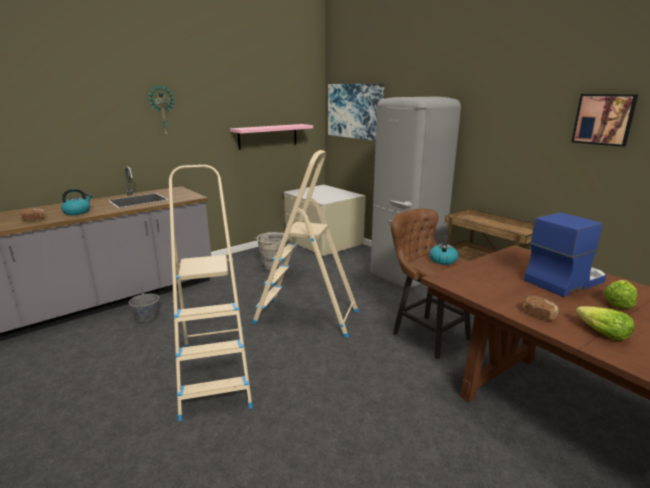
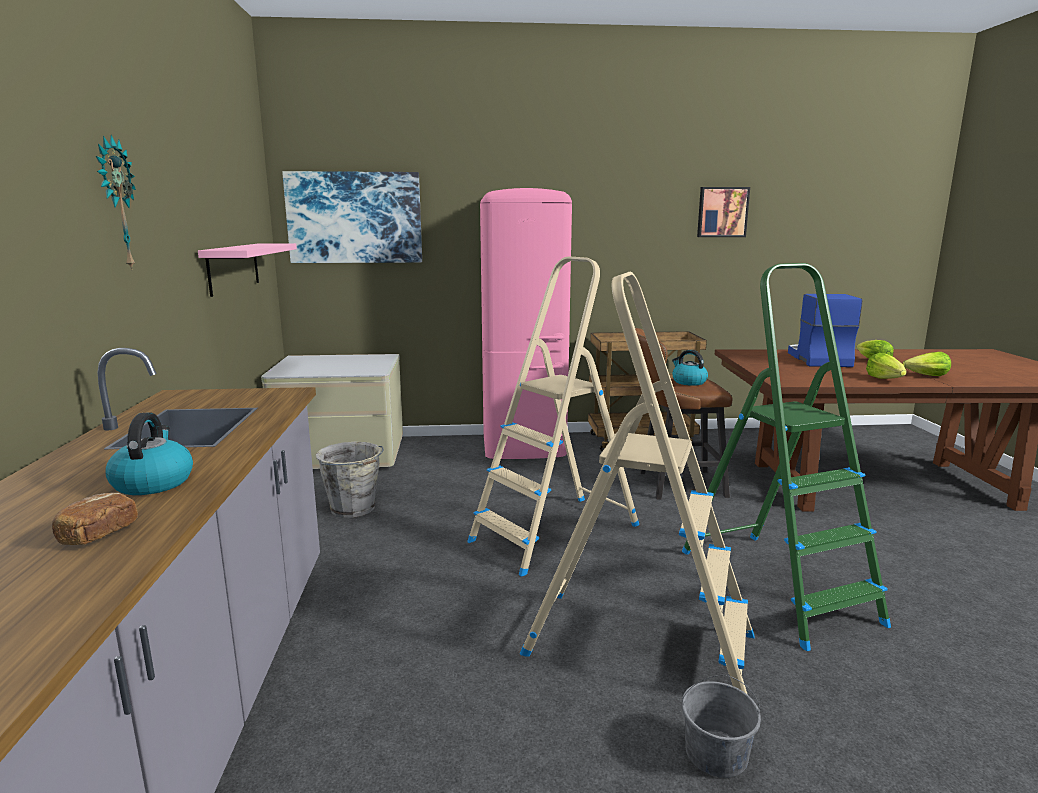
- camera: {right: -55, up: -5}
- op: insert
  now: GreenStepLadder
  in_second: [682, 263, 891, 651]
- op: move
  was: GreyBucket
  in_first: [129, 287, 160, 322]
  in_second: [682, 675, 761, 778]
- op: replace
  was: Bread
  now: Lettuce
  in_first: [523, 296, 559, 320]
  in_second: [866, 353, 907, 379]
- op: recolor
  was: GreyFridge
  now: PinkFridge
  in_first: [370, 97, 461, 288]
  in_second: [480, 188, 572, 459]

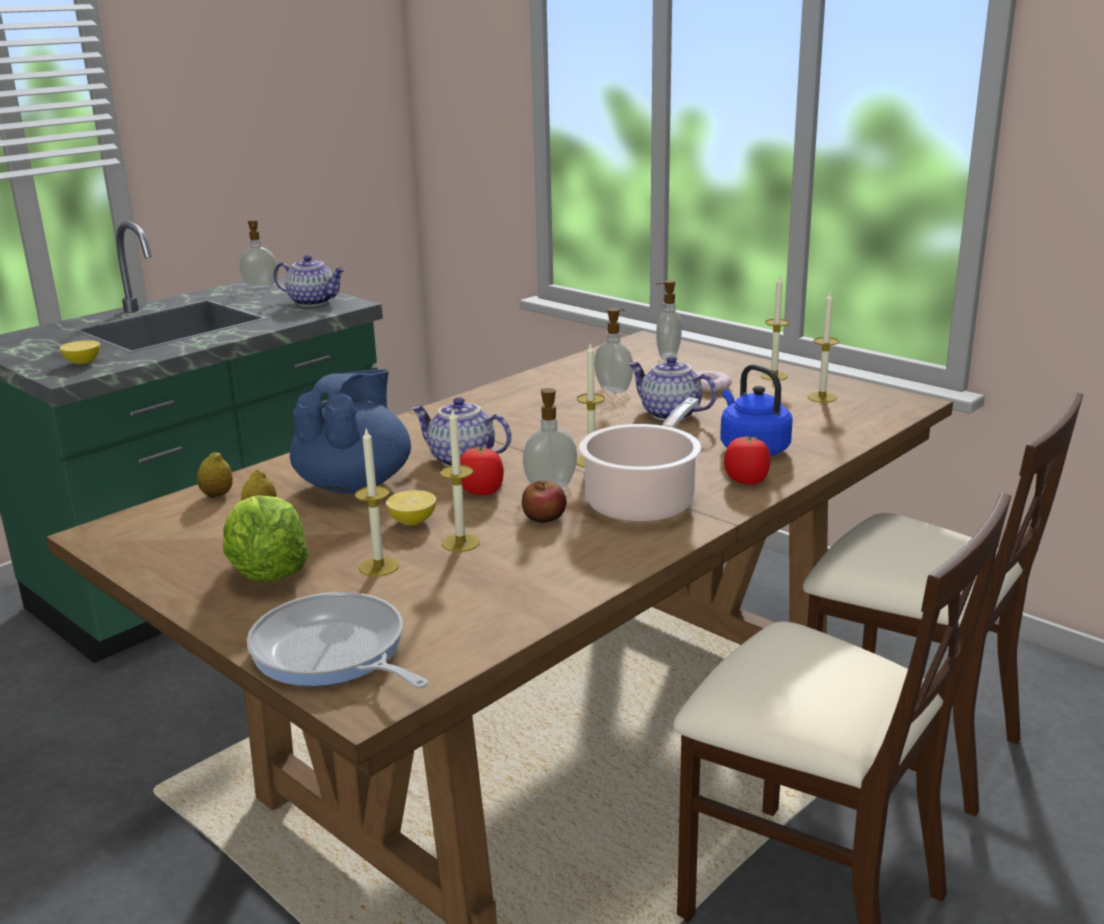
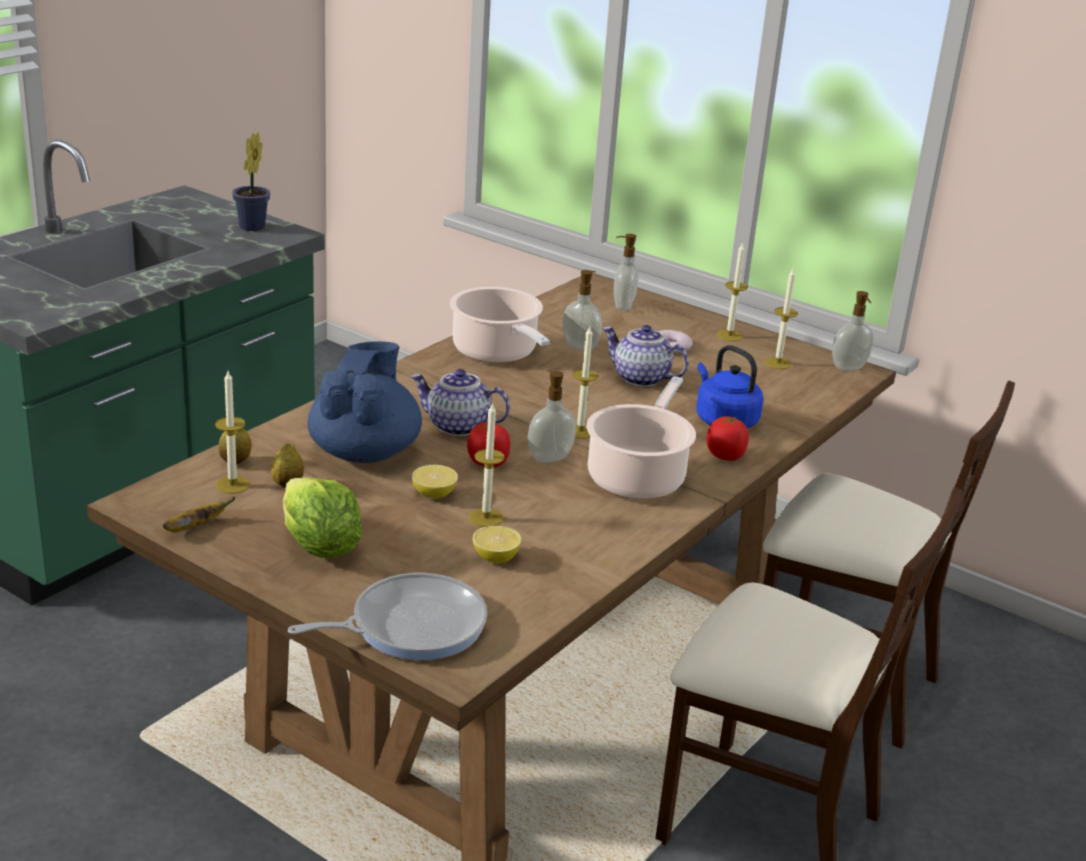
- camera: {right: -10, up: 5}
- op: delete
  was: Apple
  in_first: [522, 481, 567, 523]
- op: insert
  now: Banana
  in_second: [163, 497, 235, 532]
- op: insert
  now: CookingPot
  in_second: [450, 287, 550, 363]
- op: move
  was: Lemon
  in_first: [60, 340, 100, 364]
  in_second: [473, 526, 522, 563]
- op: move
  was: SoapDispenser
  in_first: [240, 220, 277, 288]
  in_second: [832, 291, 874, 370]
- op: move
  was: Candle
  in_first: [355, 429, 399, 576]
  in_second: [215, 371, 250, 494]
- op: replace
  was: Teapot
  now: PottedPlant
  in_first: [274, 255, 345, 307]
  in_second: [232, 132, 270, 231]
- op: rotate
  was: FryingPan
  in_first: [247, 592, 428, 689]
  in_second: [288, 573, 487, 660]
  clockwise: 120

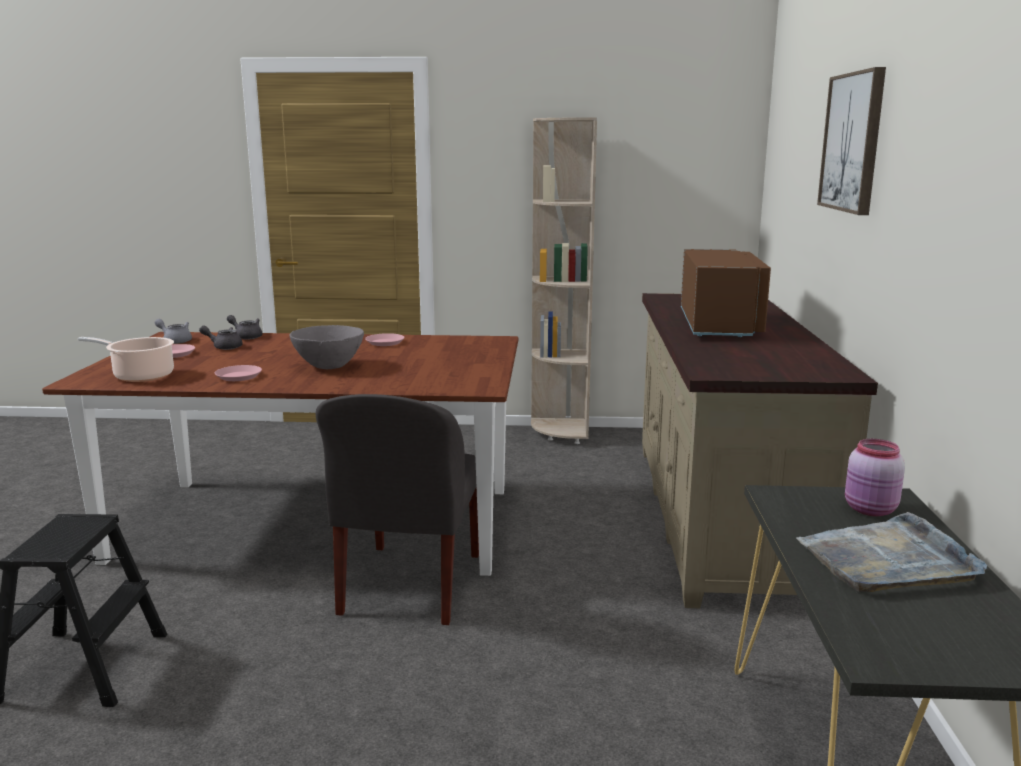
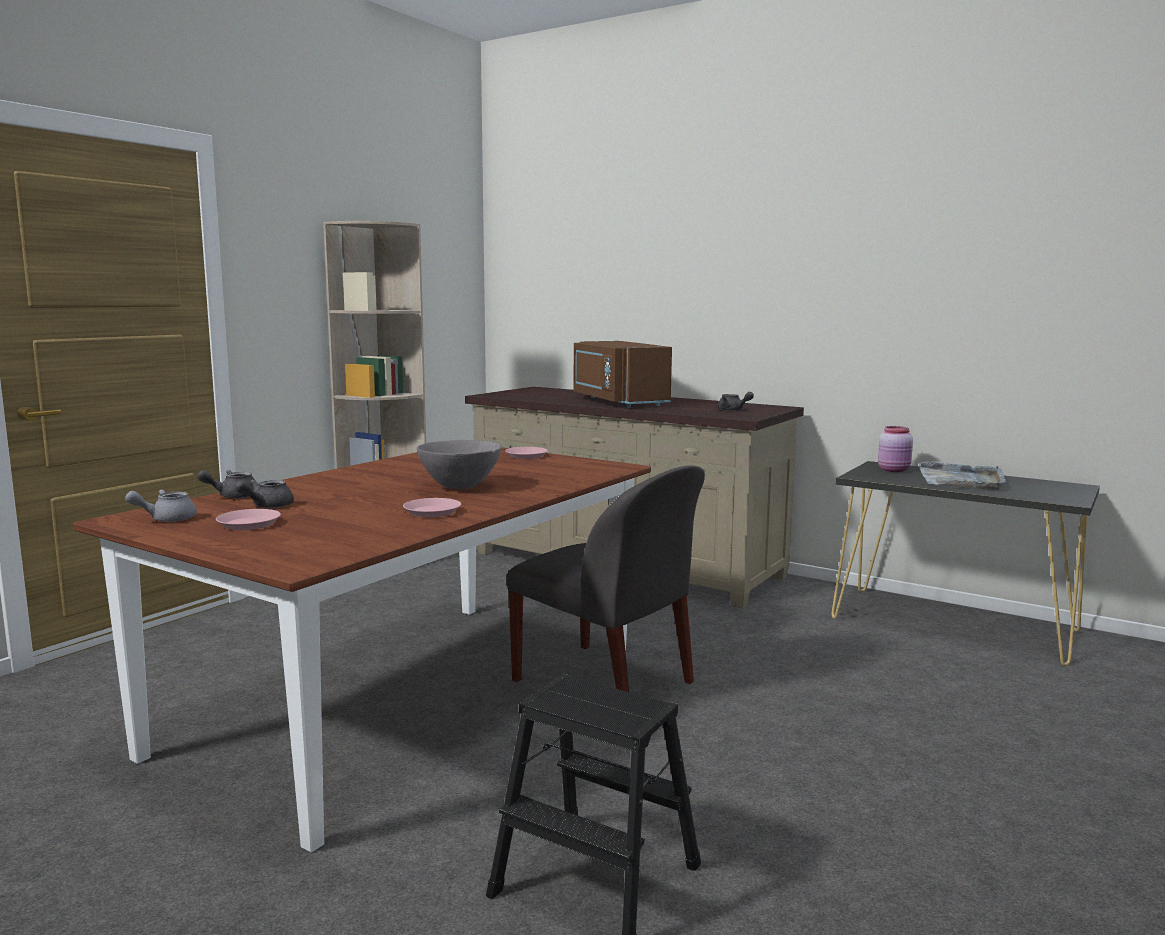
- camera: {right: -60, up: -5}
- op: delete
  was: CookingPot
  in_first: [78, 337, 174, 382]
- op: delete
  was: Picture
  in_first: [817, 67, 886, 215]
- op: insert
  now: GreyTeapot
  in_second: [717, 392, 754, 411]
- op: move
  was: PinkPlate
  in_first: [365, 333, 405, 346]
  in_second: [505, 447, 548, 459]
- op: rotate
  was: BrownMicrowave
  in_first: [681, 249, 771, 337]
  in_second: [574, 341, 672, 407]
  clockwise: -150

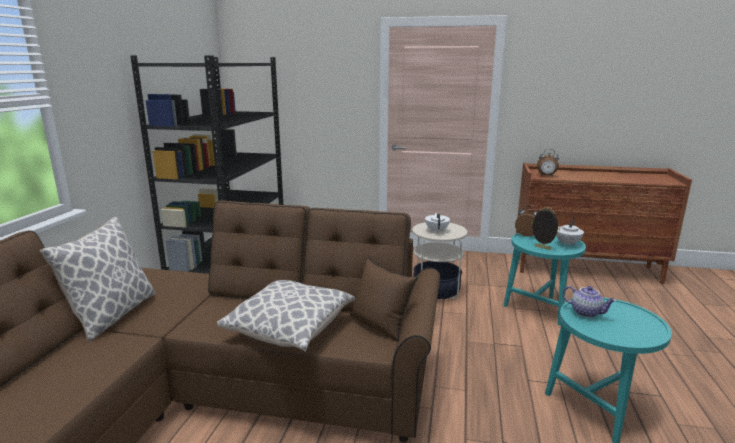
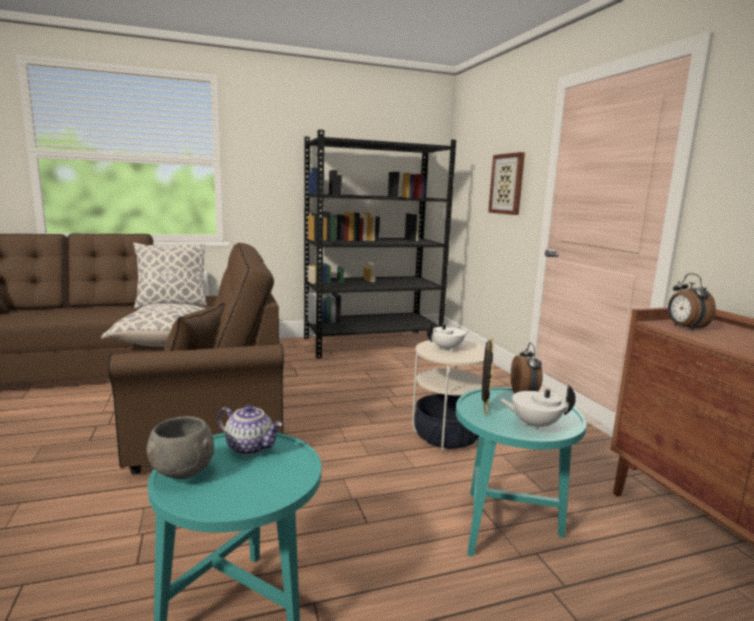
- camera: {right: 60, up: -5}
- op: insert
  now: GreyBowl
  in_second: [147, 416, 214, 479]
- op: insert
  now: Picture
  in_second: [488, 152, 525, 215]
- op: rotate
  was: Teapot
  in_first: [563, 286, 616, 317]
  in_second: [217, 405, 282, 455]
  clockwise: -75

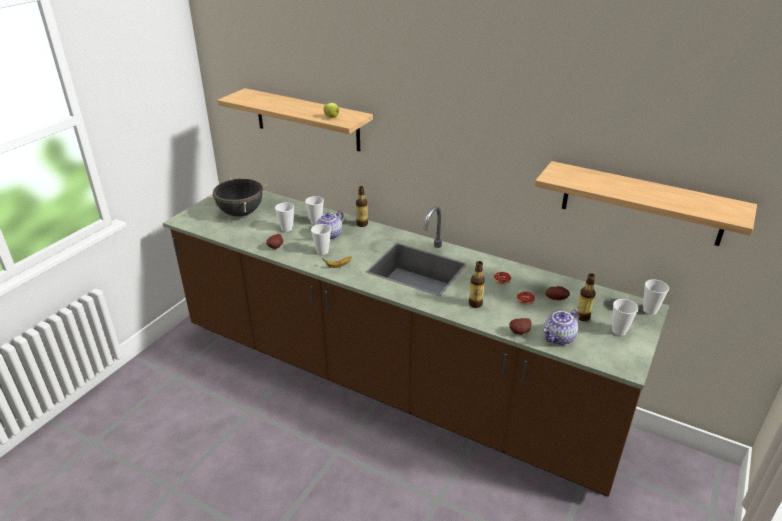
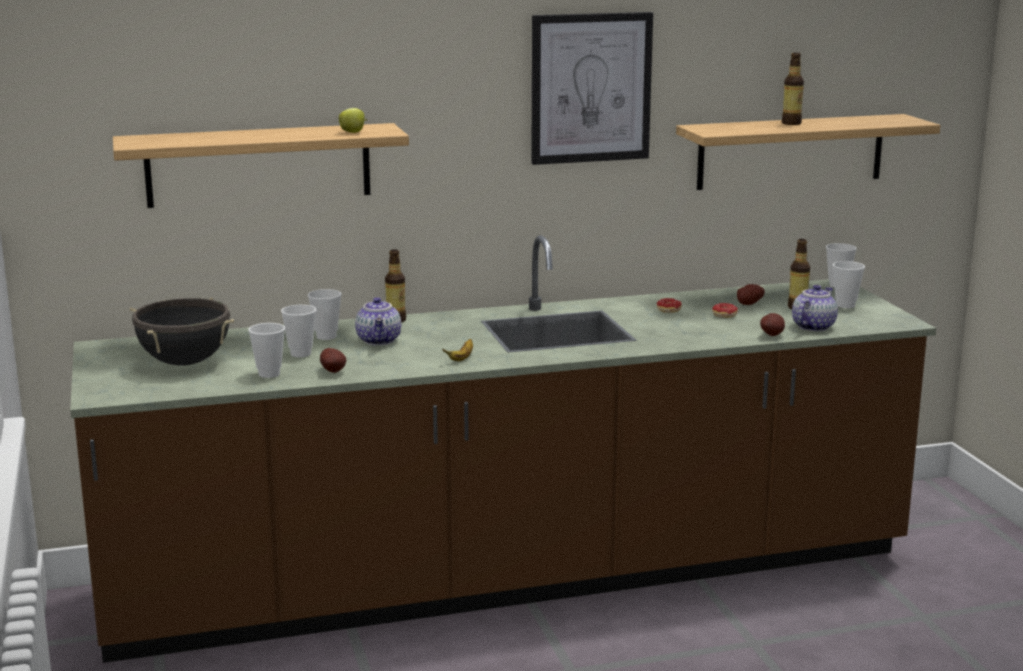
- camera: {right: -45, up: -15}
- op: insert
  now: Picture
  in_second: [531, 12, 653, 165]
- op: move
  was: Cup
  in_first: [311, 224, 331, 255]
  in_second: [248, 323, 285, 378]
- op: move
  was: Bottle
  in_first: [469, 261, 485, 308]
  in_second: [782, 53, 804, 125]
- op: rotate
  was: Teapot
  in_first: [544, 309, 579, 345]
  in_second: [792, 285, 838, 331]
  clockwise: -150

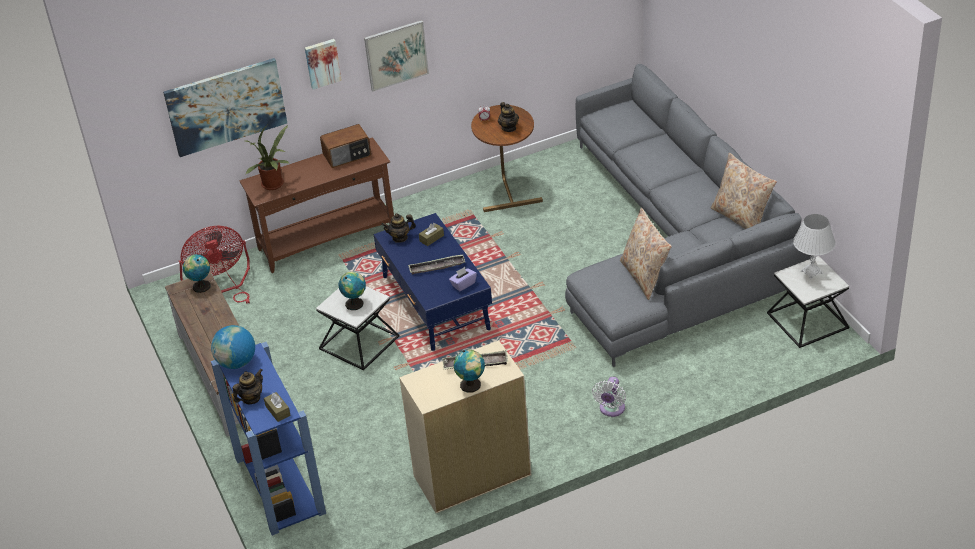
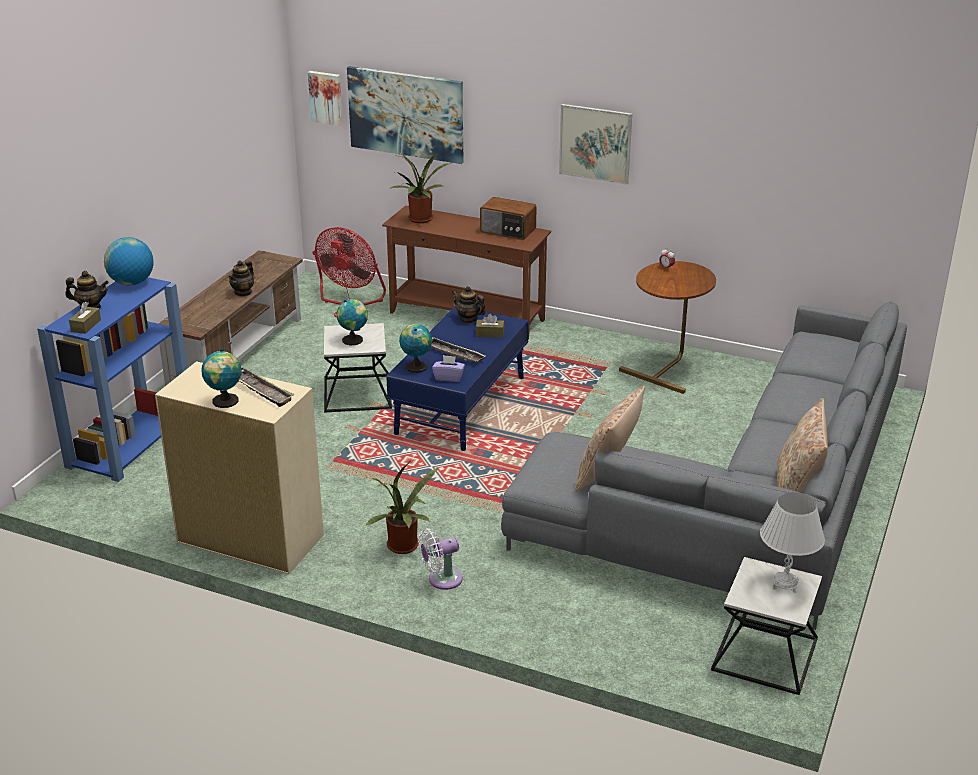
- camera: {right: 45, up: -10}
- op: insert
  now: PottedPlant
  in_second: [365, 462, 440, 554]
- op: move
  was: Globe
  in_first: [183, 254, 210, 293]
  in_second: [399, 324, 432, 373]
- op: move
  was: Picture
  in_first: [305, 39, 342, 89]
  in_second: [308, 71, 343, 126]
- op: move
  was: Teapot
  in_first: [498, 102, 519, 132]
  in_second: [229, 260, 254, 297]

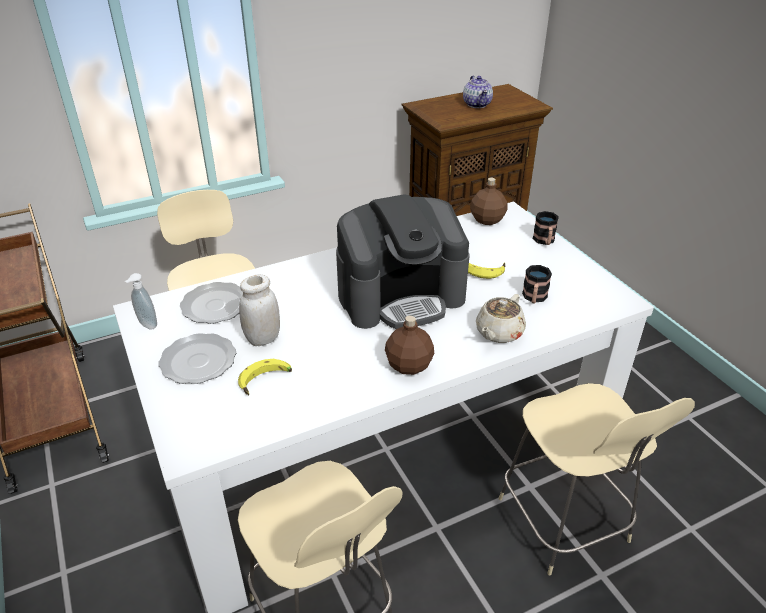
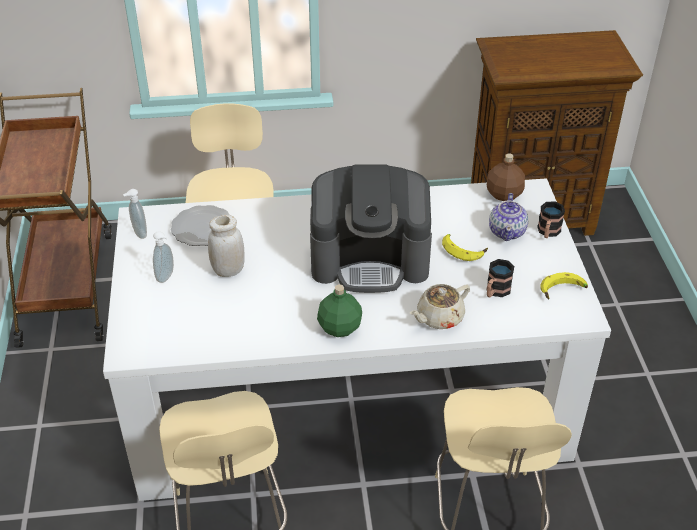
- camera: {right: 20, up: 5}
- op: move
  was: Banana
  in_first: [238, 359, 292, 395]
  in_second: [541, 272, 588, 300]
- op: move
  was: Teapot
  in_first: [463, 75, 493, 108]
  in_second: [489, 193, 528, 241]
- op: replace
  was: Plate
  now: SoapDispenser
  in_first: [158, 333, 236, 384]
  in_second: [153, 231, 174, 283]
- op: recolor
  was: BrownBottle
  now: GreenBottle
  in_first: [385, 315, 434, 375]
  in_second: [317, 284, 362, 337]

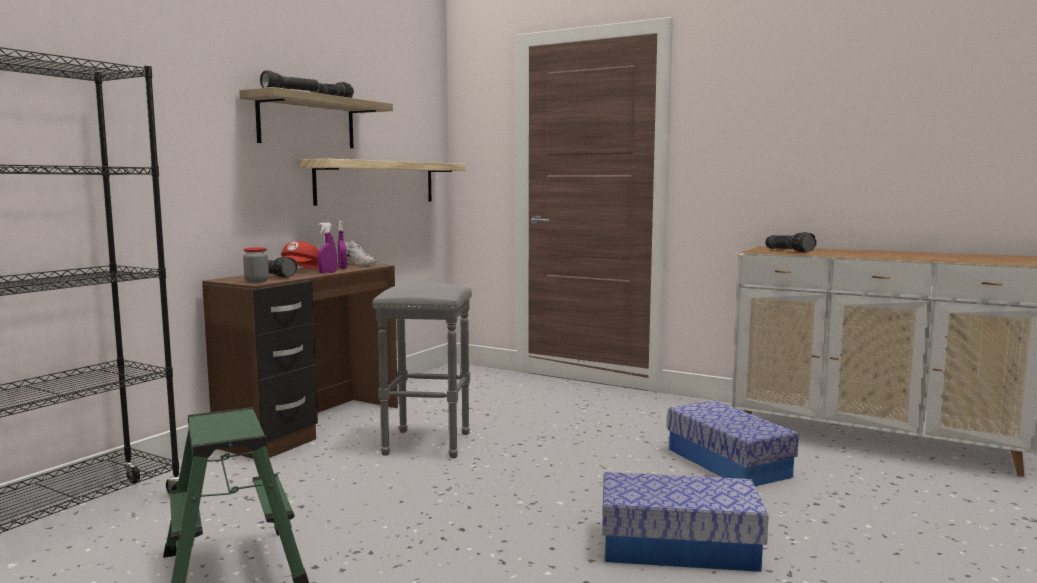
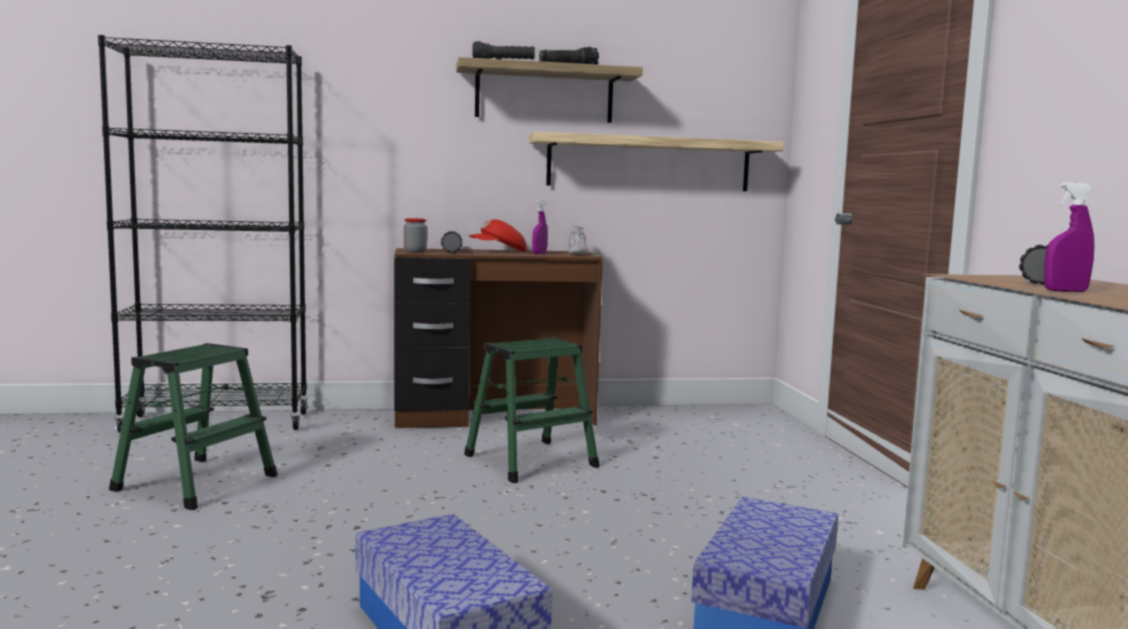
- camera: {right: 50, up: 0}
- op: move
  was: PurpleSprayBottle
  in_first: [318, 223, 337, 273]
  in_second: [1044, 182, 1094, 292]
- op: replace
  was: GreyStool
  now: GreenStepLadder
  in_first: [373, 283, 472, 458]
  in_second: [464, 337, 600, 483]

